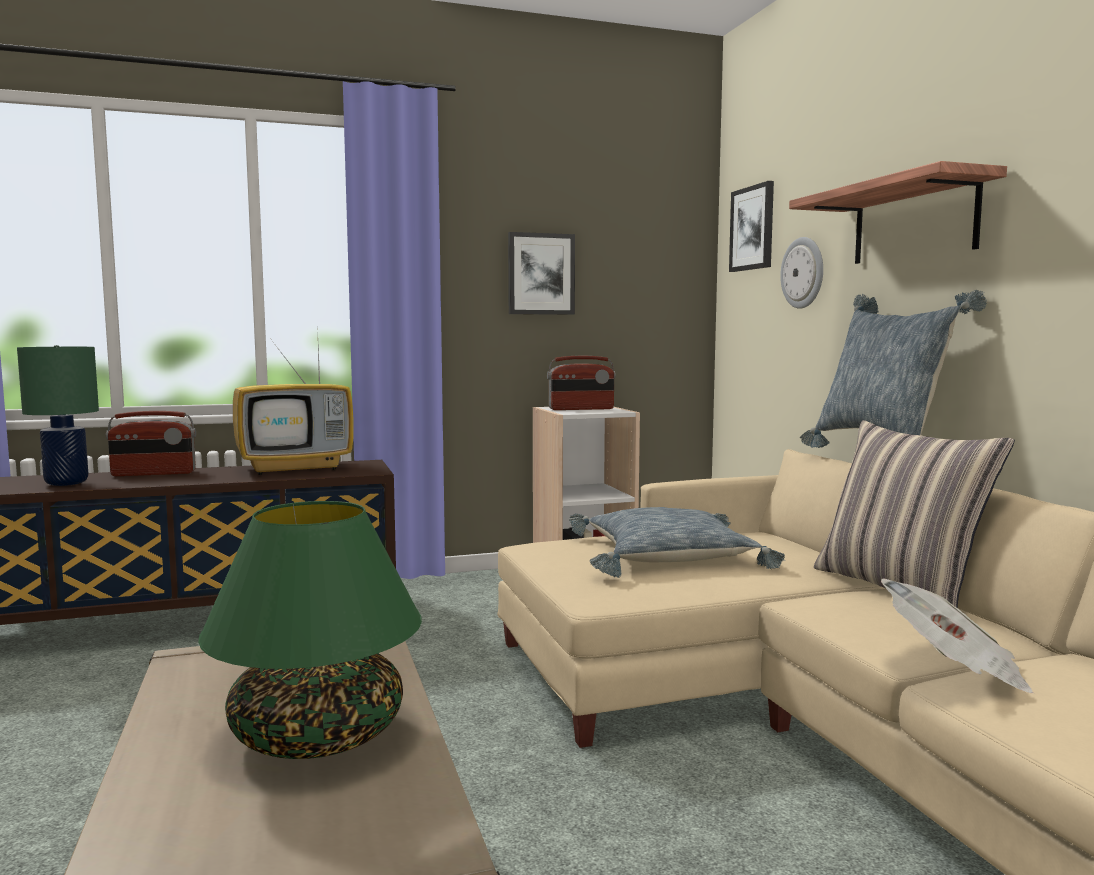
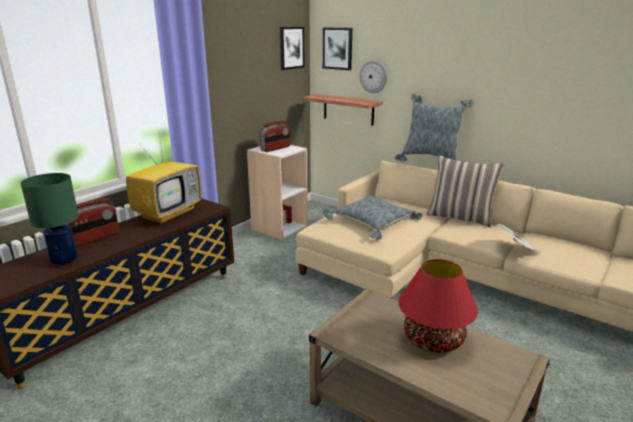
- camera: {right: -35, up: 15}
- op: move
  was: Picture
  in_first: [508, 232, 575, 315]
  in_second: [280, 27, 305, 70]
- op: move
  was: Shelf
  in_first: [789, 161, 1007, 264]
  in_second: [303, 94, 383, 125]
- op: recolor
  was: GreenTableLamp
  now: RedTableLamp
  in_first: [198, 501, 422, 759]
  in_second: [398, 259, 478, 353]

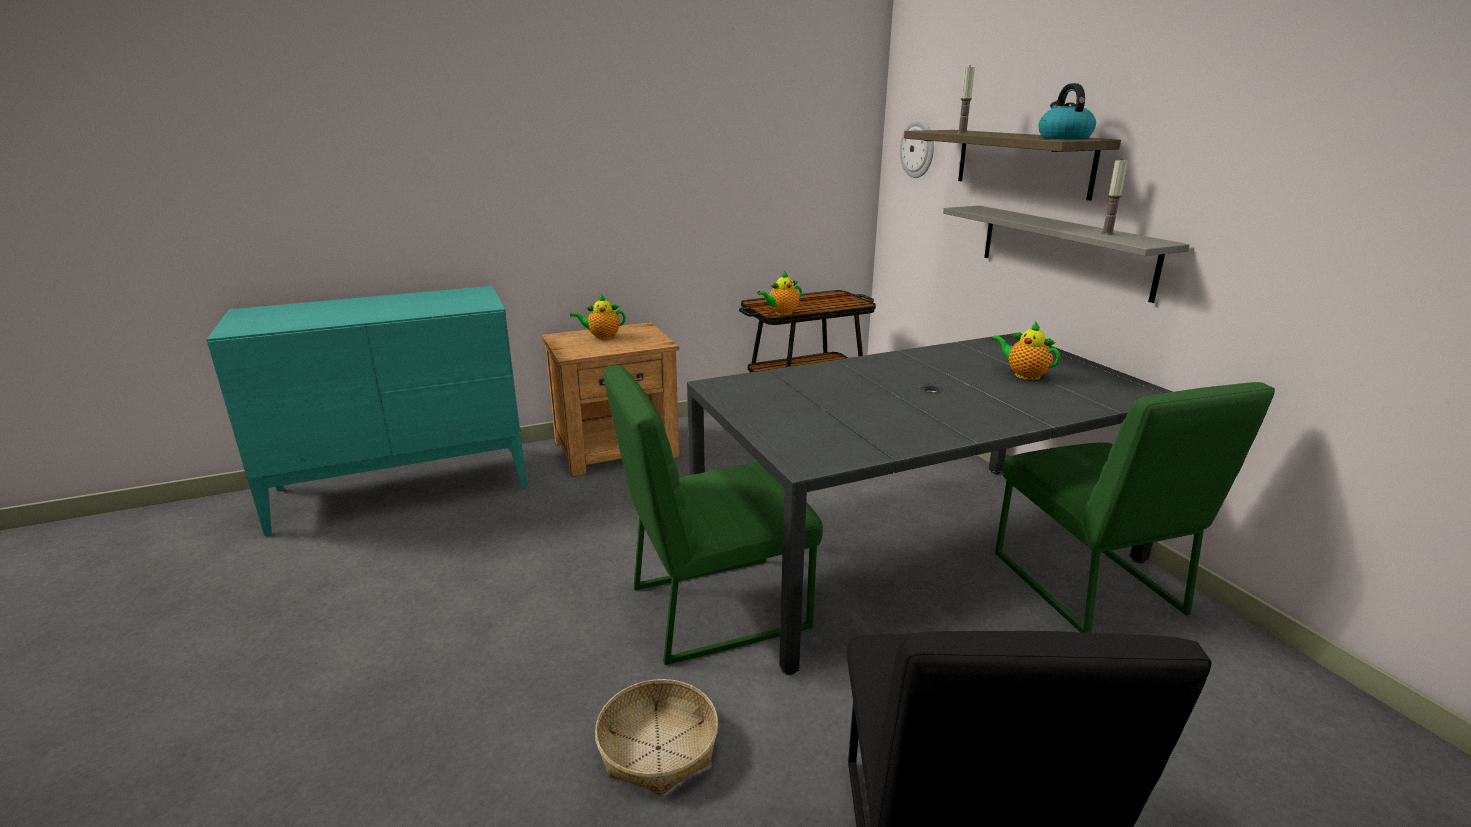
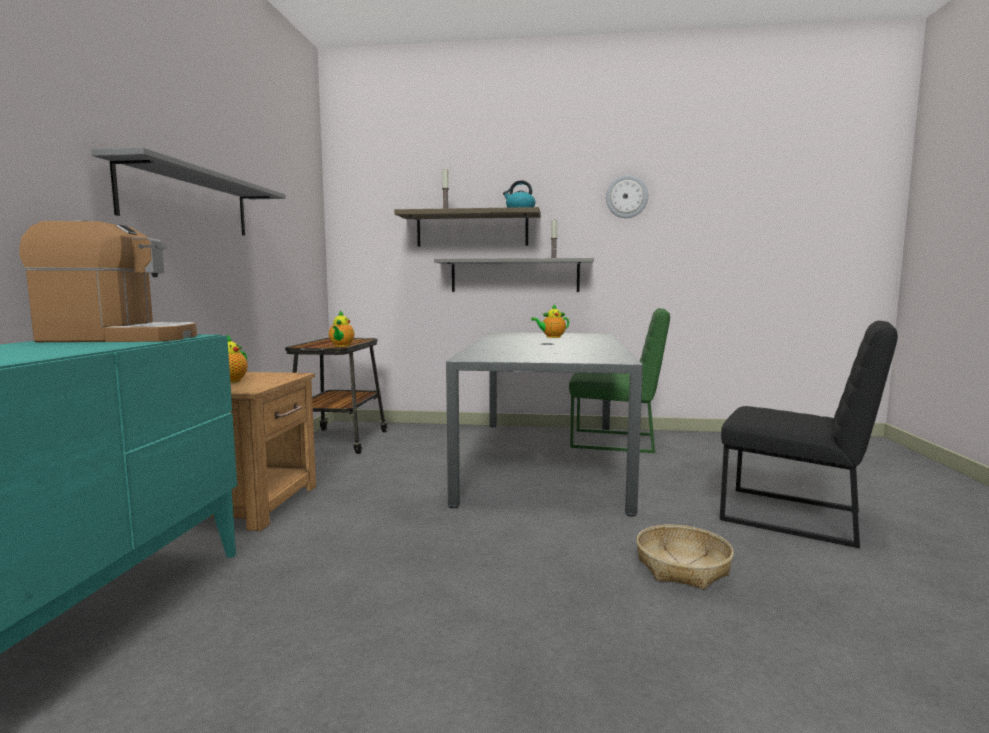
- camera: {right: -60, up: -15}
- op: delete
  was: GreenChair
  in_first: [604, 365, 823, 665]
- op: insert
  now: CoffeeMachine
  in_second: [19, 220, 197, 342]
- op: insert
  now: GreyShelf
  in_second: [91, 147, 286, 235]
- op: move
  was: WallClock
  in_first: [900, 120, 934, 178]
  in_second: [606, 175, 648, 218]

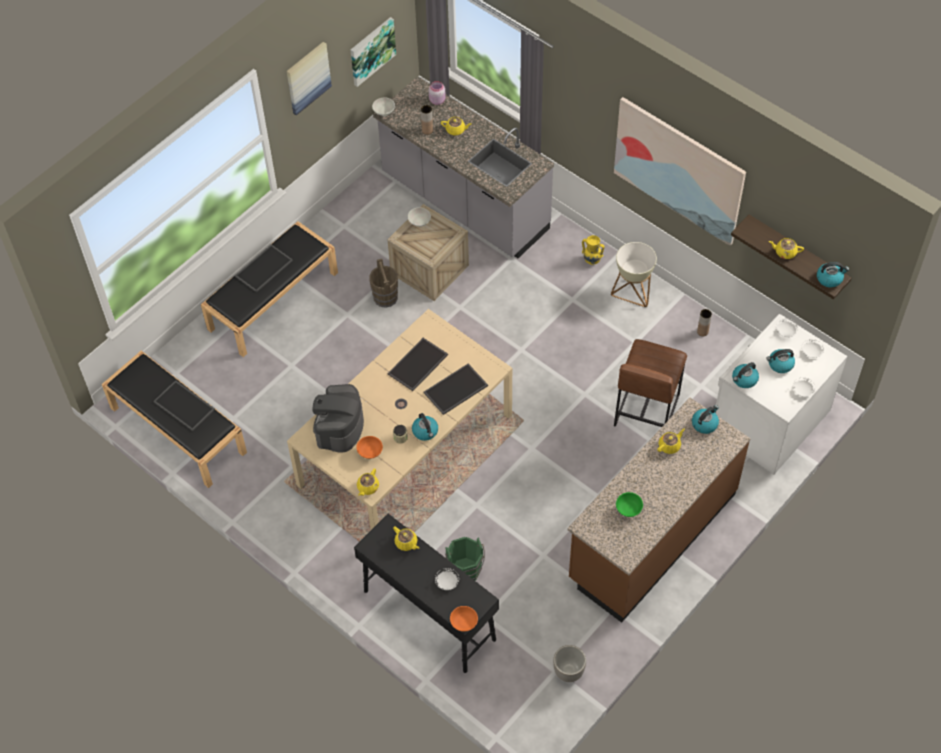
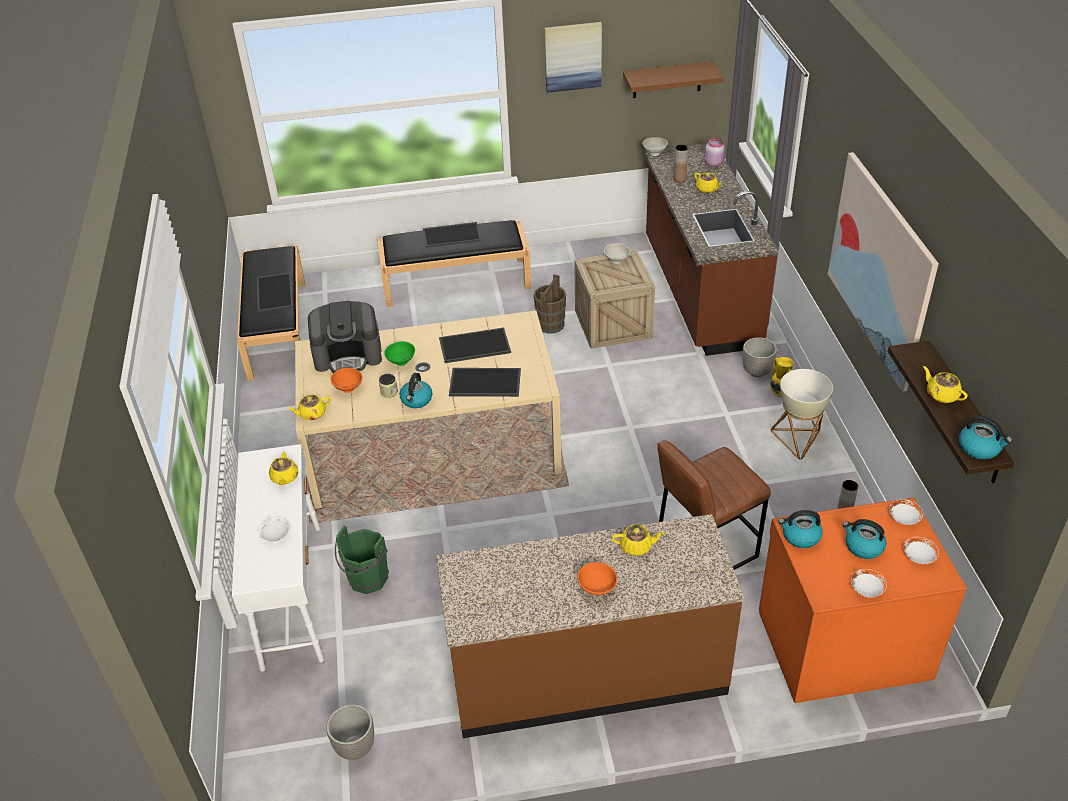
- camera: {right: 40, up: -15}
- op: delete
  was: Kettle
  in_first: [692, 405, 719, 434]
- op: insert
  now: Planter
  in_second: [743, 337, 777, 377]
- op: move
  was: OrangeBowl
  in_first: [450, 606, 478, 632]
  in_second: [577, 562, 617, 595]
- op: move
  was: GreenBowl
  in_first: [616, 492, 643, 517]
  in_second: [384, 341, 415, 366]
- op: replace
  was: Picture
  now: BrownShelf
  in_first: [351, 17, 396, 87]
  in_second: [623, 61, 723, 98]
- op: recolor
  was: BlackConsoleTable
  now: WhiteConsoleTable
  in_first: [354, 514, 499, 673]
  in_second: [232, 444, 324, 672]
- op: recolor
  was: GreyCounter
  now: BrownCounter
  in_first: [373, 76, 554, 258]
  in_second: [644, 143, 778, 356]
- op: recolor
  was: WhiteWashingMachine
  now: OrangeWashingMachine
  in_first: [716, 314, 847, 474]
  in_second: [759, 498, 967, 703]
- op: rotate
  was: CoffeeMachine
  in_first: [312, 384, 364, 453]
  in_second: [308, 301, 382, 373]
  clockwise: -150

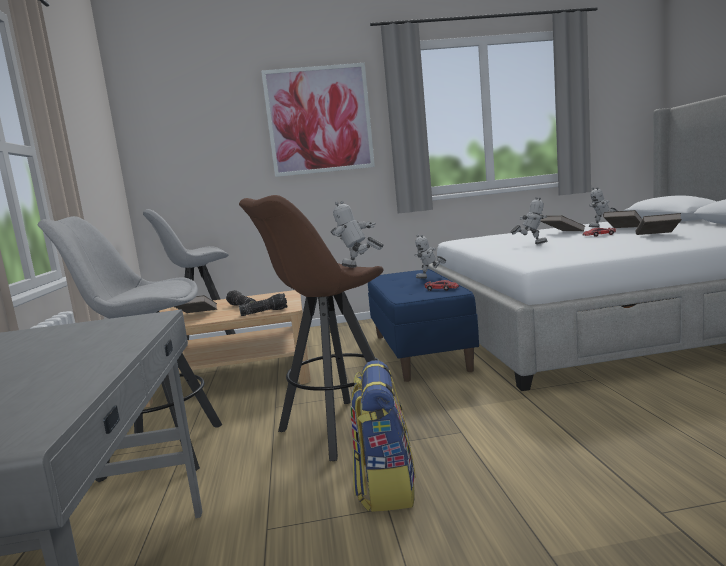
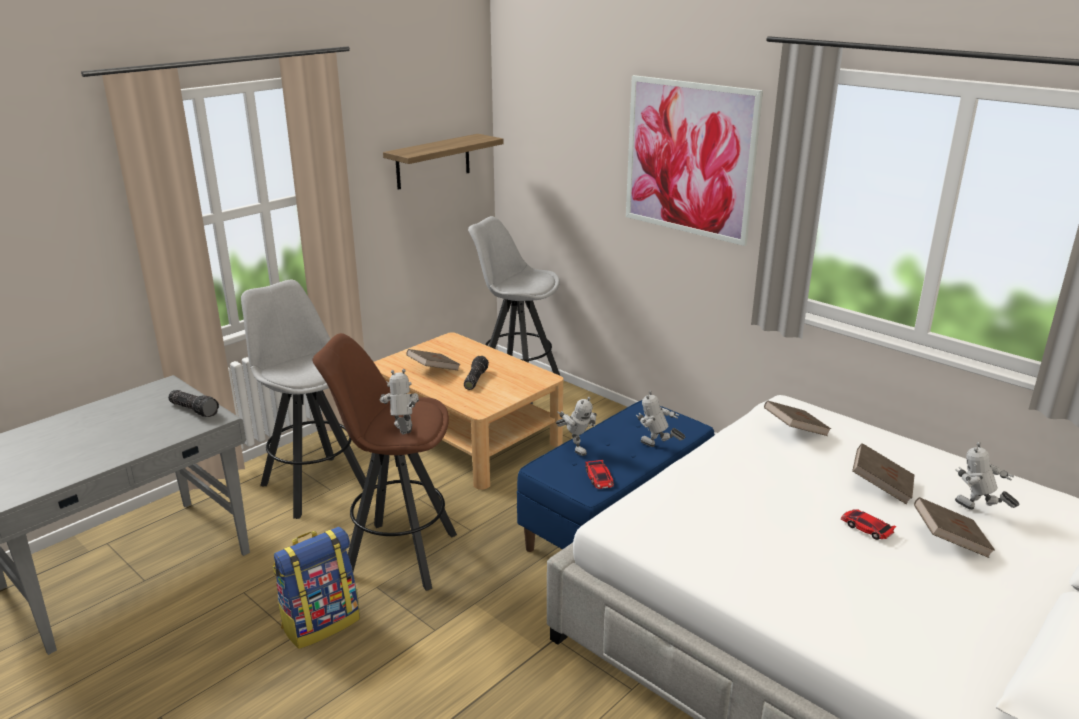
- camera: {right: 50, up: 15}
- op: insert
  now: Shelf
  in_second: [383, 134, 504, 190]
- op: move
  was: Flashlight
  in_first: [239, 293, 288, 316]
  in_second: [168, 390, 219, 417]
- op: move
  was: ToyRobot
  in_first: [510, 197, 547, 244]
  in_second: [556, 397, 597, 456]
- op: move
  was: BrownBook
  in_first: [635, 213, 682, 235]
  in_second: [764, 400, 831, 436]

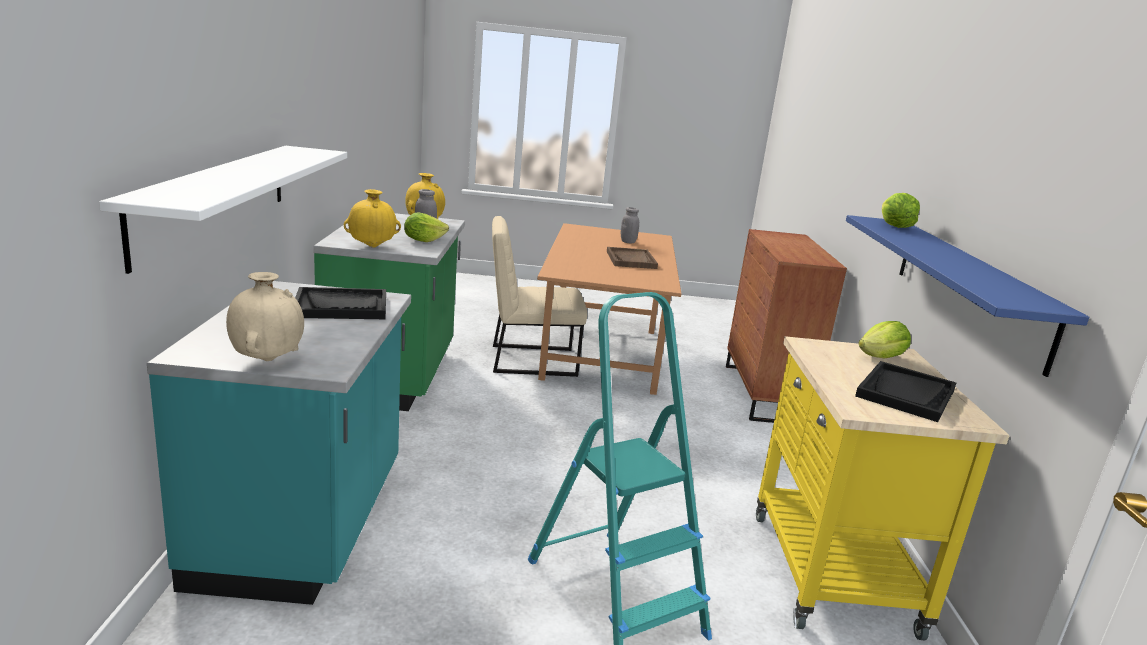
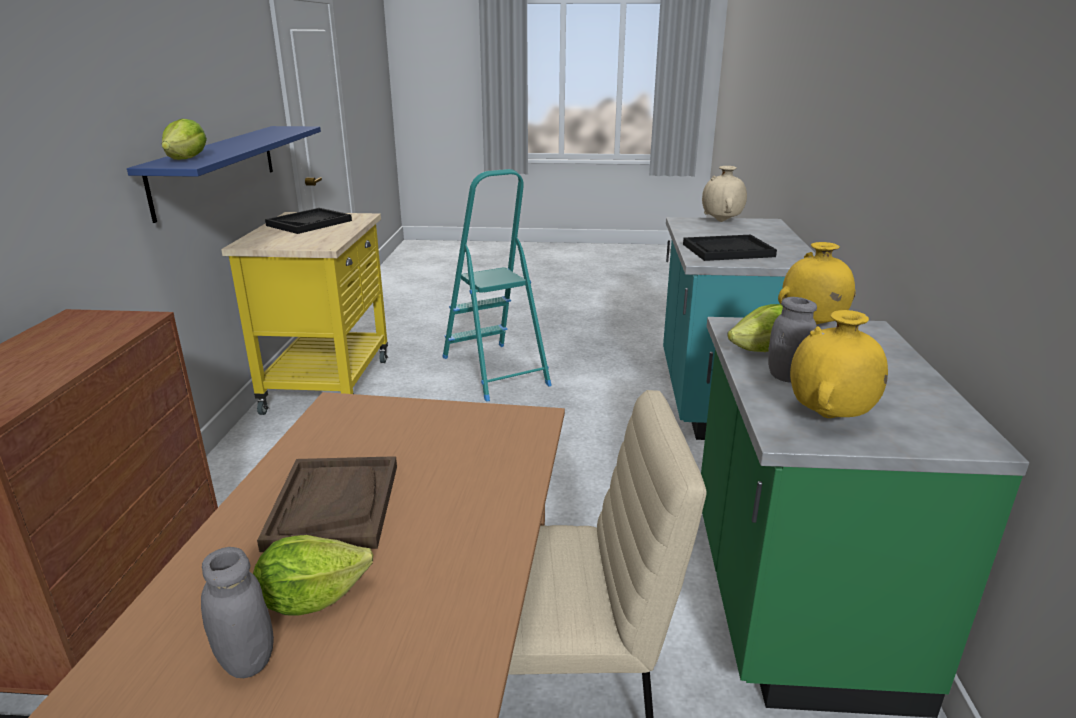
- camera: {right: -175, up: 5}
- op: delete
  was: WhiteShelf
  in_first: [99, 146, 347, 274]
- op: move
  was: Lettuce
  in_first: [858, 321, 911, 358]
  in_second: [253, 535, 373, 616]

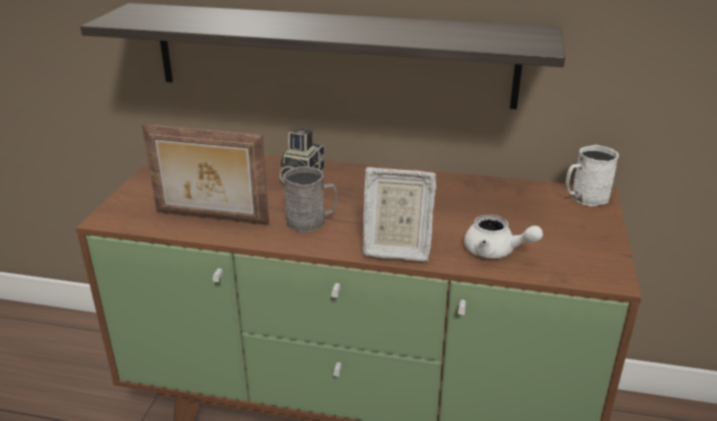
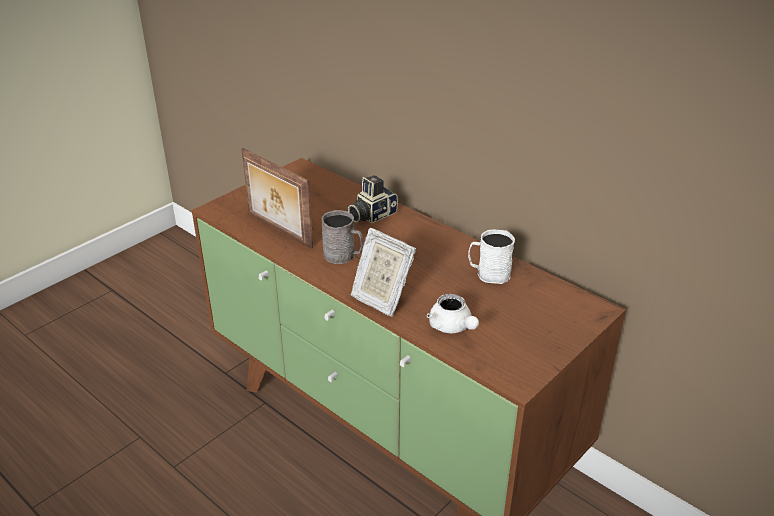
- camera: {right: 30, up: 5}
- op: delete
  was: Shelf
  in_first: [80, 3, 565, 109]
- op: move
  was: WhiteMug
  in_first: [566, 145, 619, 206]
  in_second: [468, 230, 515, 284]

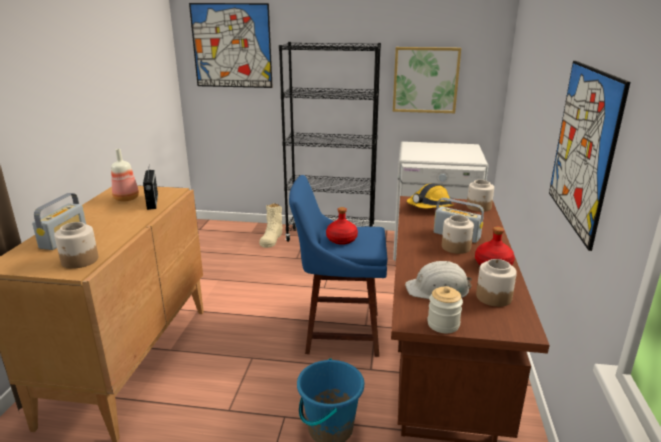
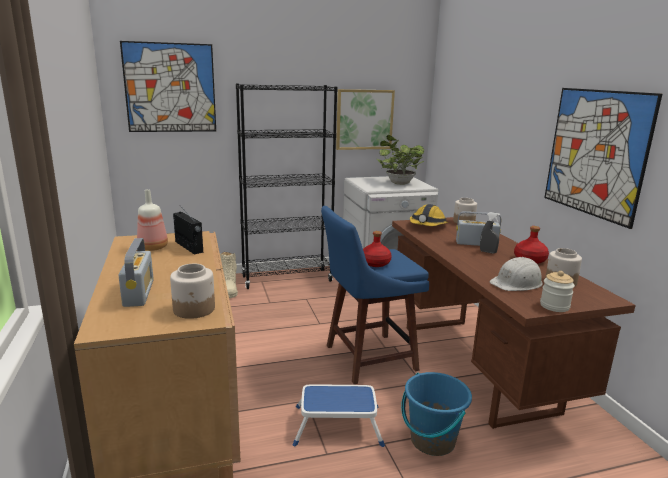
- camera: {right: -25, up: -5}
- op: insert
  now: BlueStepLadder
  in_second: [293, 384, 385, 447]
- op: insert
  now: PottedPlant
  in_second: [377, 135, 424, 185]
- op: replace
  was: Jar
  now: GreySprayBottle
  in_first: [442, 215, 474, 254]
  in_second: [480, 212, 500, 254]

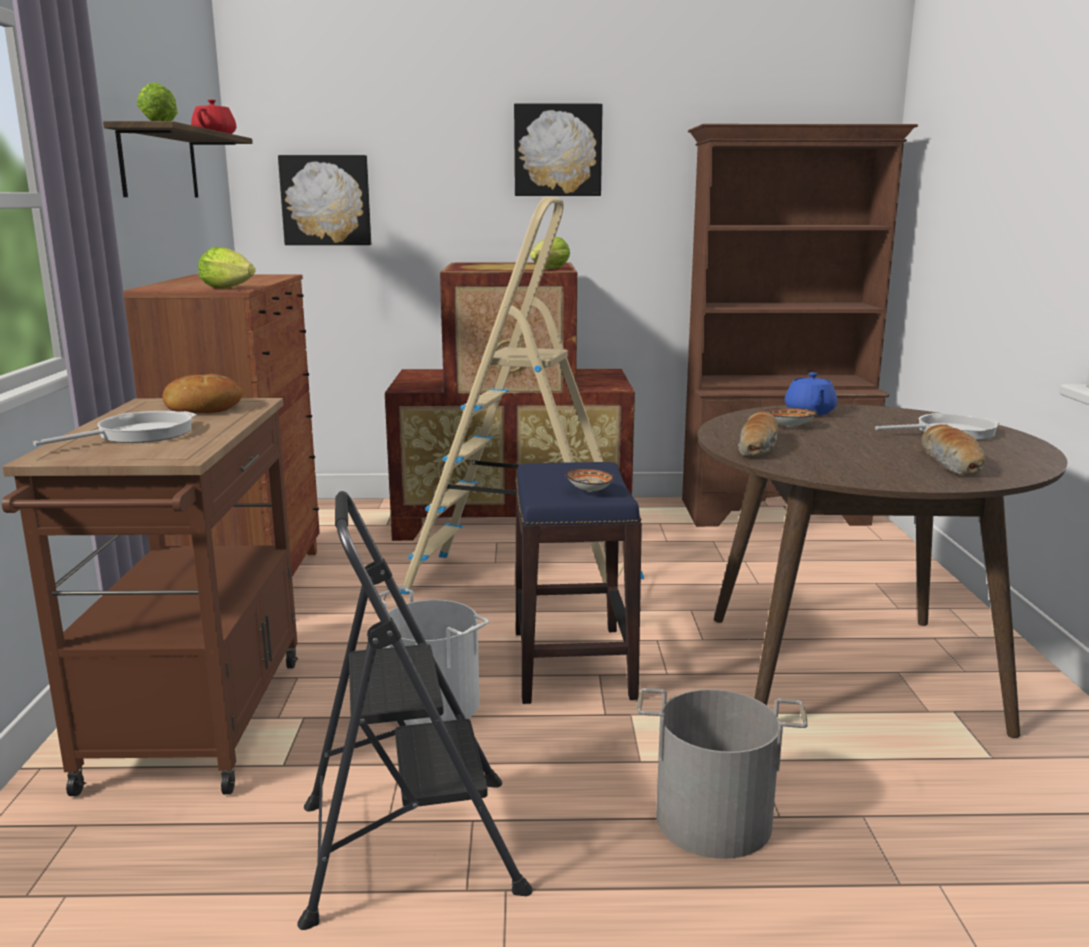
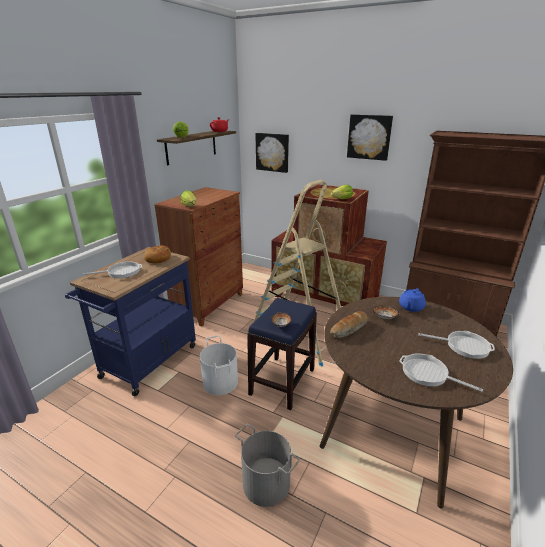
- camera: {right: 30, up: 10}
- op: delete
  was: BlackStepLadder
  in_first: [297, 491, 532, 930]
- op: replace
  was: Bread
  now: FryingPan
  in_first: [921, 424, 985, 475]
  in_second: [399, 353, 483, 392]
- op: recolor
  was: BrownCart
  now: BlueCart
  in_first: [2, 398, 298, 796]
  in_second: [65, 247, 196, 396]

